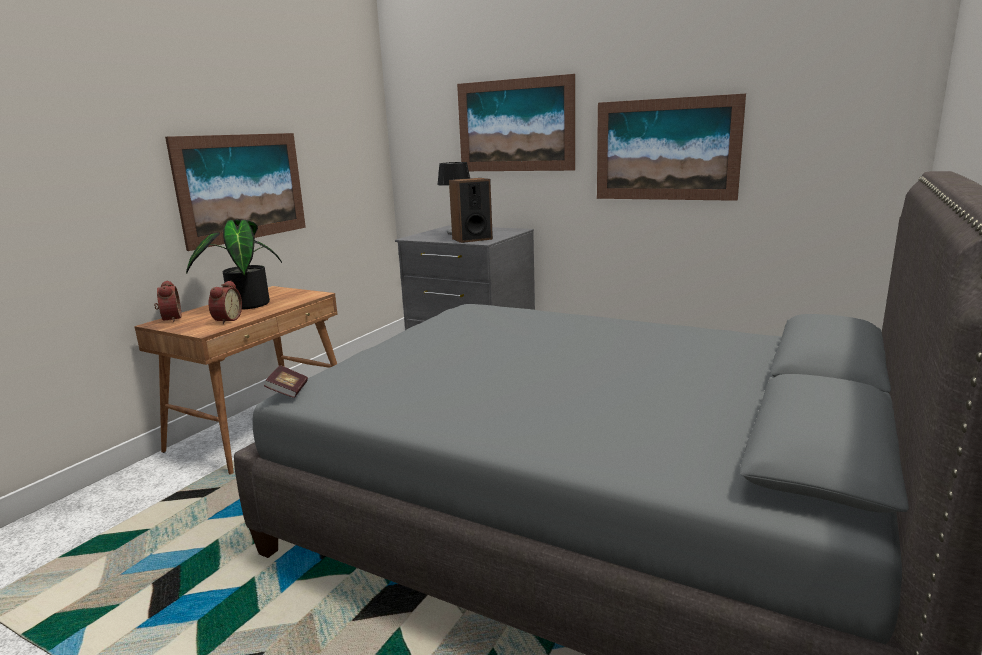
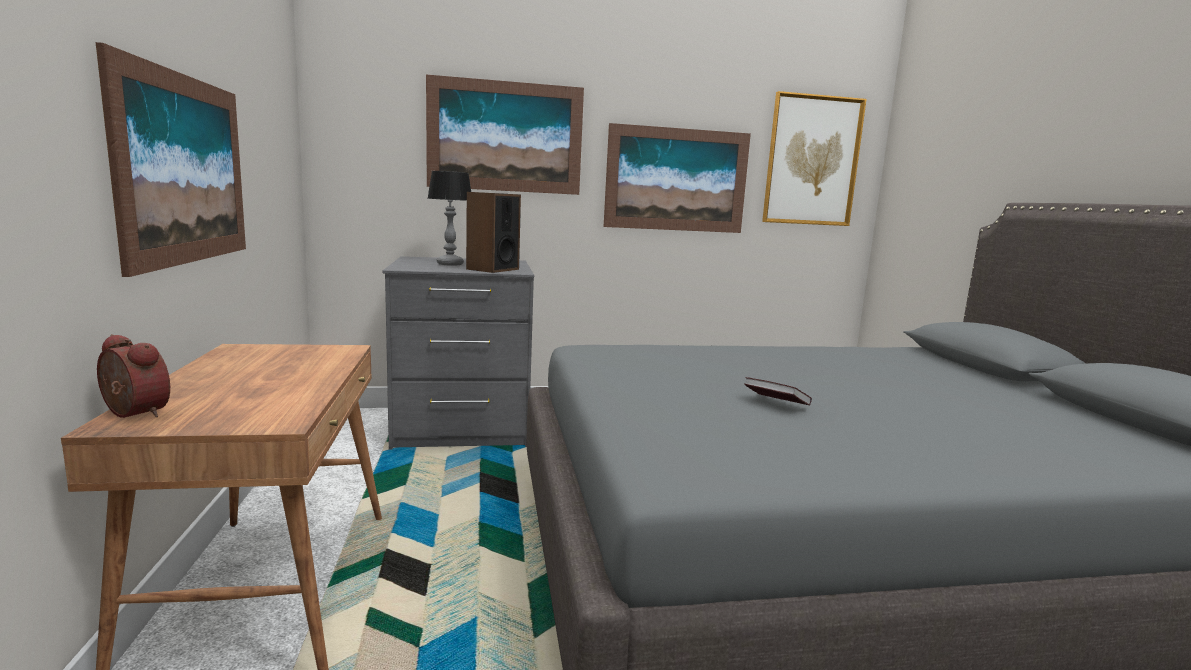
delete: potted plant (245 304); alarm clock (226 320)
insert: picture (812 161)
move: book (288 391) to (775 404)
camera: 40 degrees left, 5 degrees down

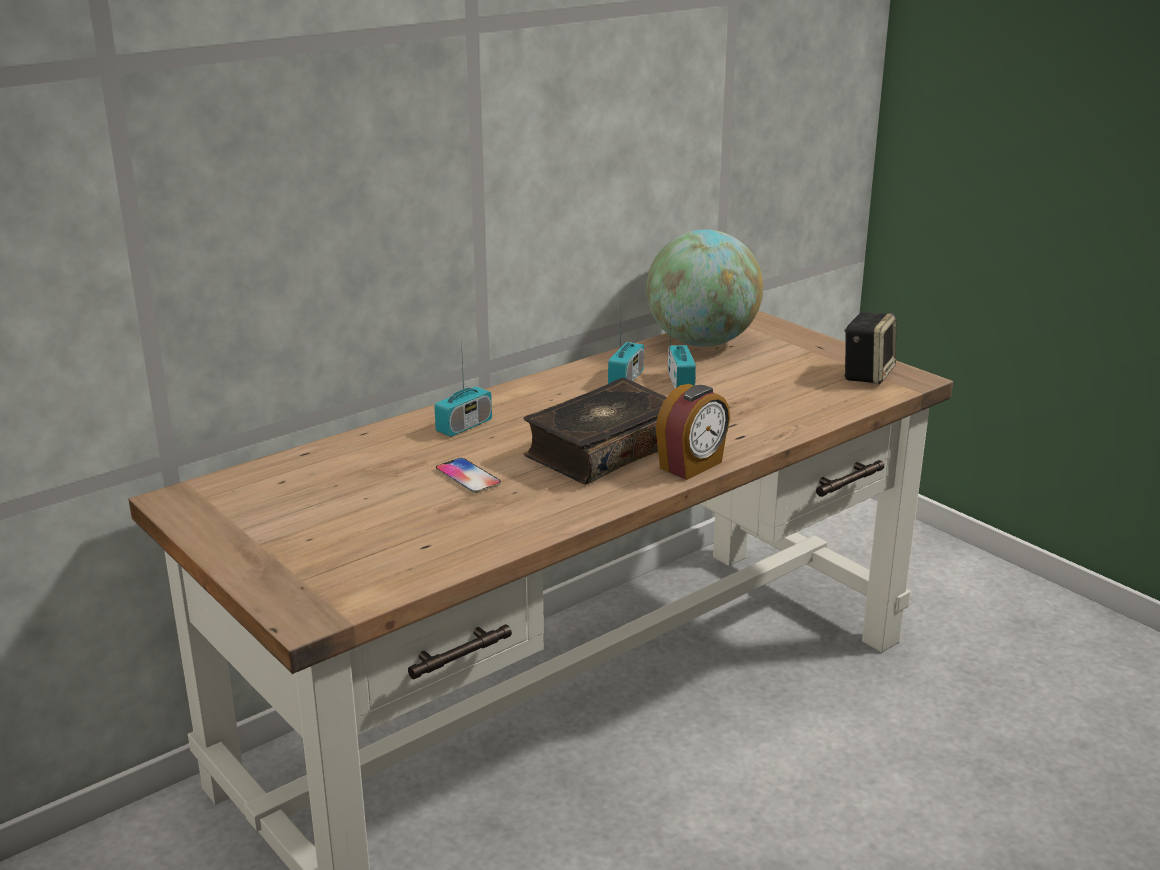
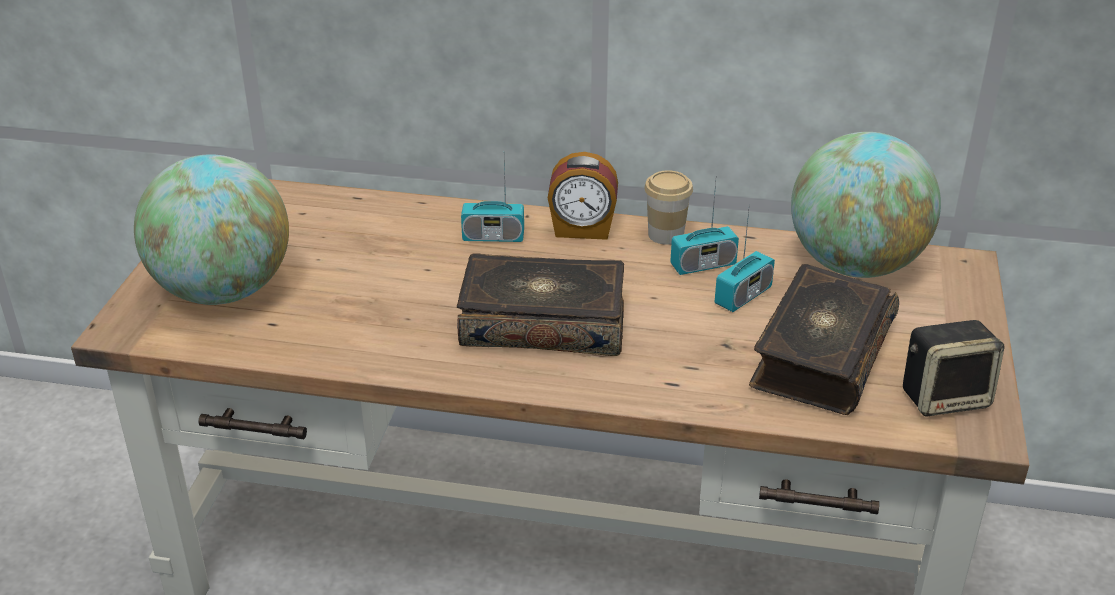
delete: phone (468 477)
insert: globe (223 291); cup (666 234); book (820 356)
move: alarm clock (692 466) to (582 230)
camera: 50 degrees right, 10 degrees up

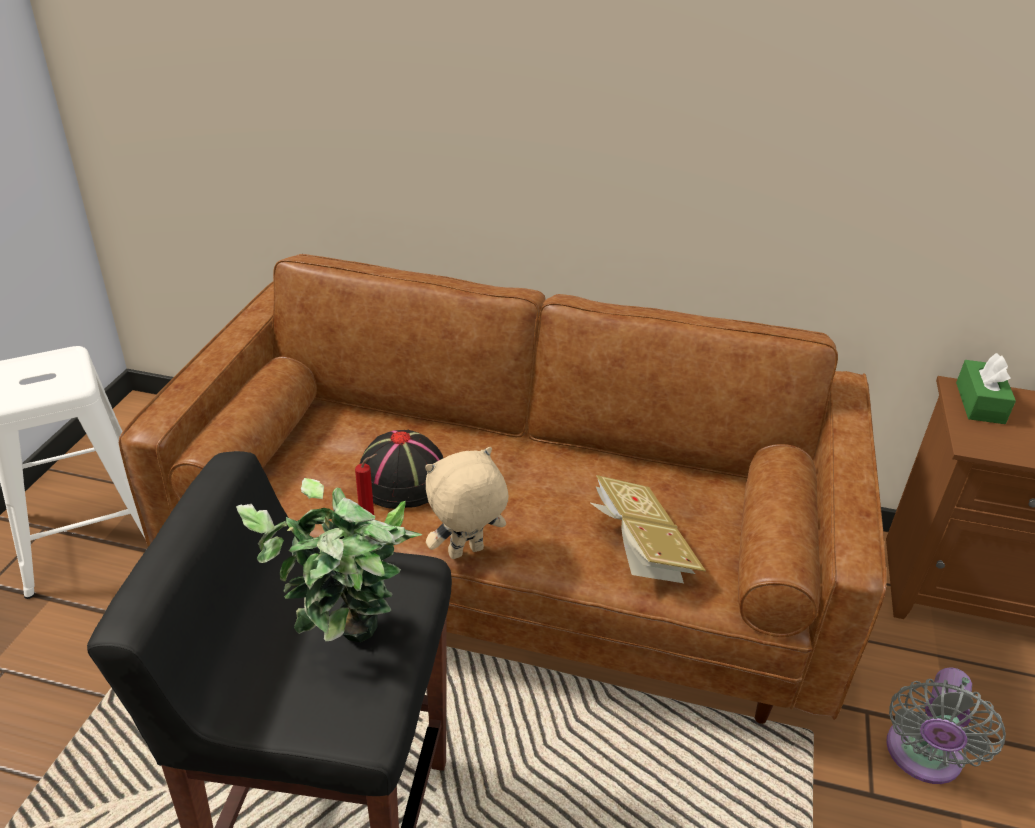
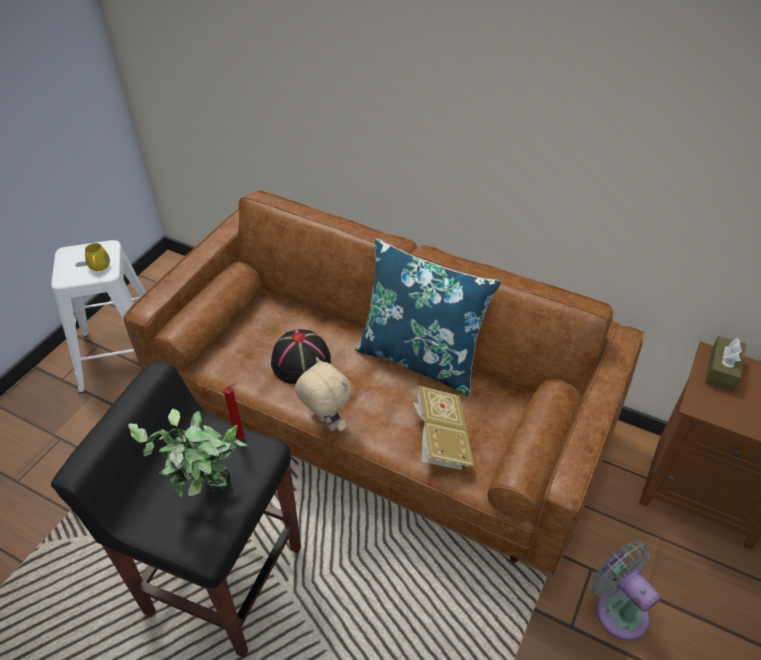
insert: yellow mug (99 267); blue pillow (420 358)
recolor: green tissue box (980 403) to brown tissue box (722 370)
rotate: beige plush toy (466 553) = (325 423) 60 degrees clockwise; grey fan (922 758) = (617 609) 105 degrees clockwise
camera: 15 degrees right, 10 degrees up

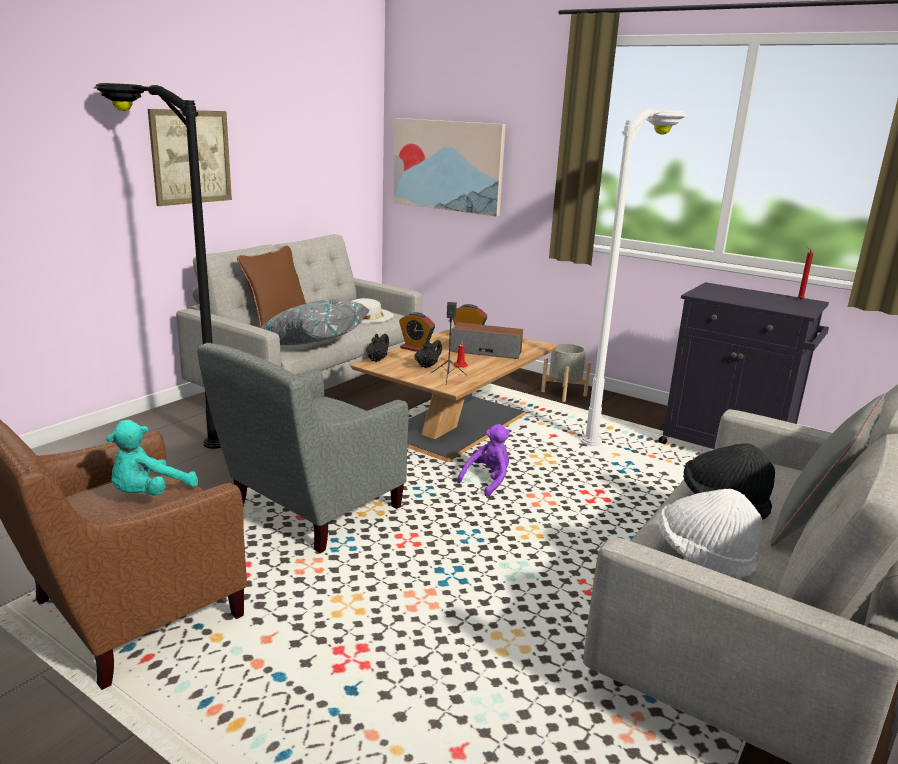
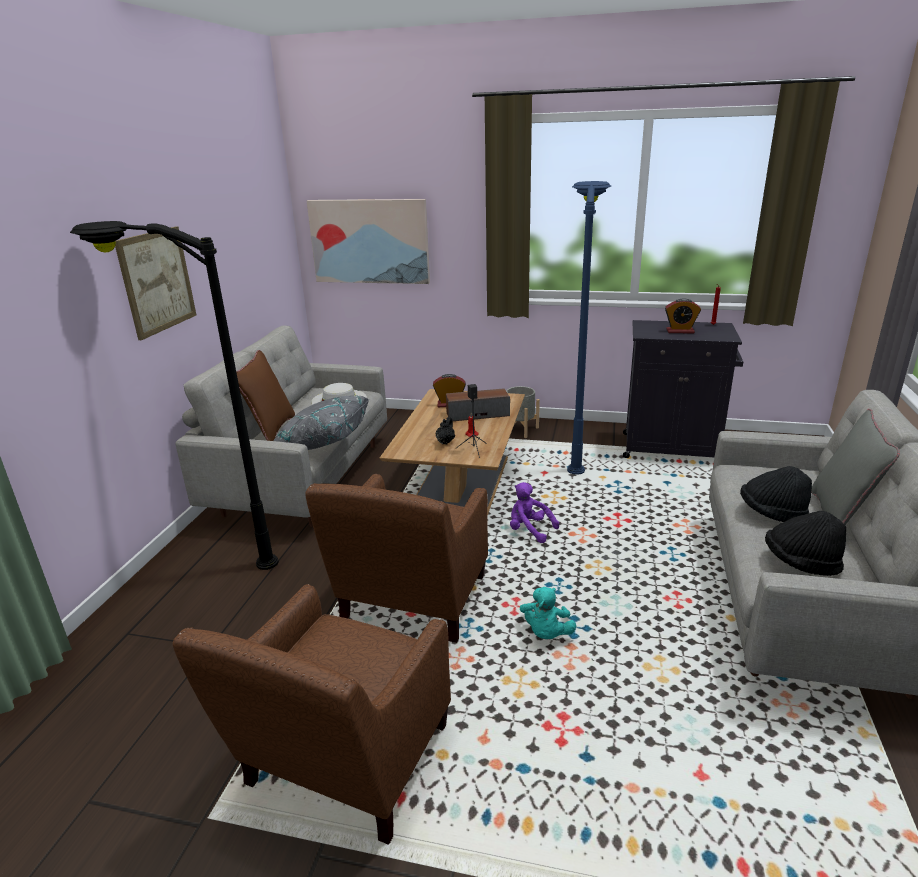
delete: black teapot (377 360)
move: turquoise plush toy (149 494) to (546 633); alarm clock (416 348) to (680 331)
recolor: grey armchair (308 510) to brown armchair (410 604); white floor lamp (614 421) to blue floor lamp (577 446); white hat (703 556) to black hat (801 563)
rotate: purple plush toy (487 481) = (529 530) 75 degrees counterclockwise
camera: 20 degrees left, 5 degrees up

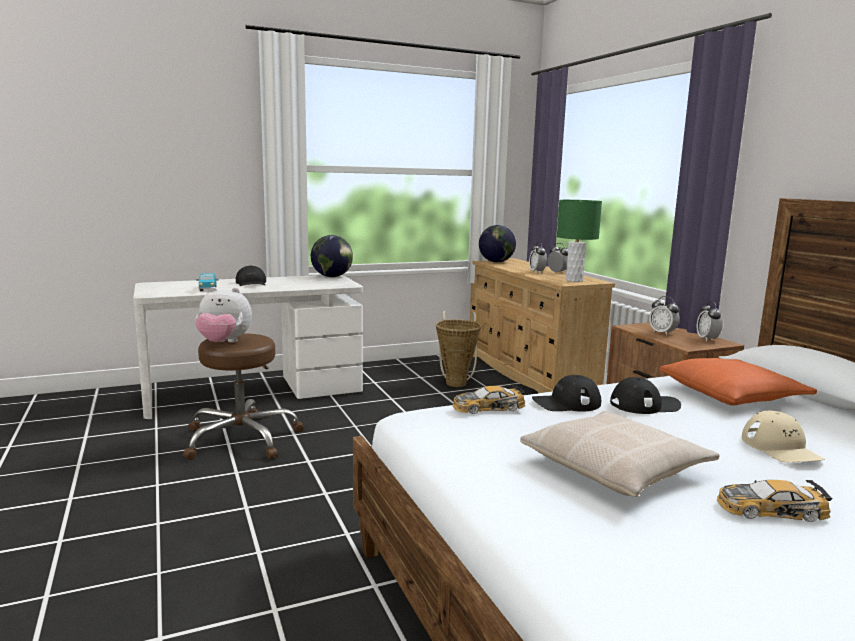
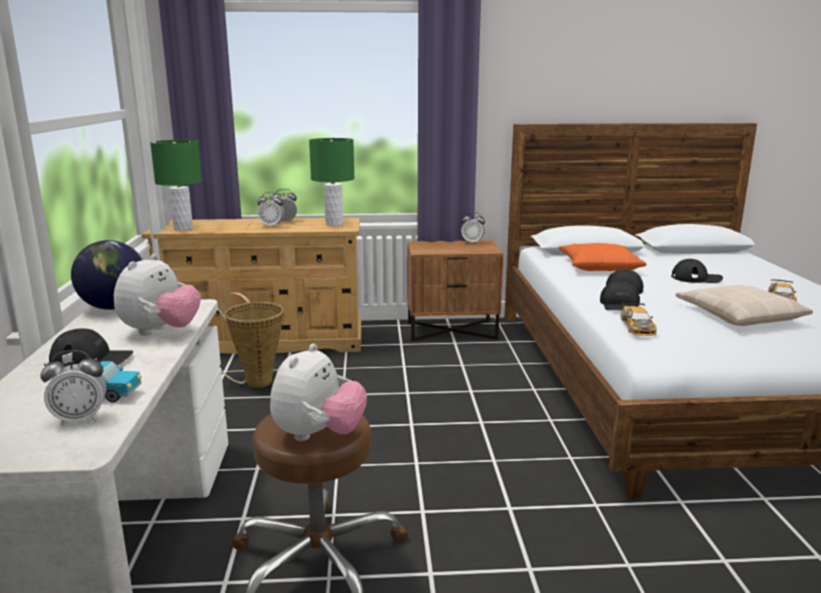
insert: plush toy (161 331)
move: alarm clock (662 333) to (80 419)
replace: globe (496 262) to green table lamp (183 228)
recolor: beige cap (780 448) to black cap (696 278)
camera: 70 degrees left, 5 degrees up

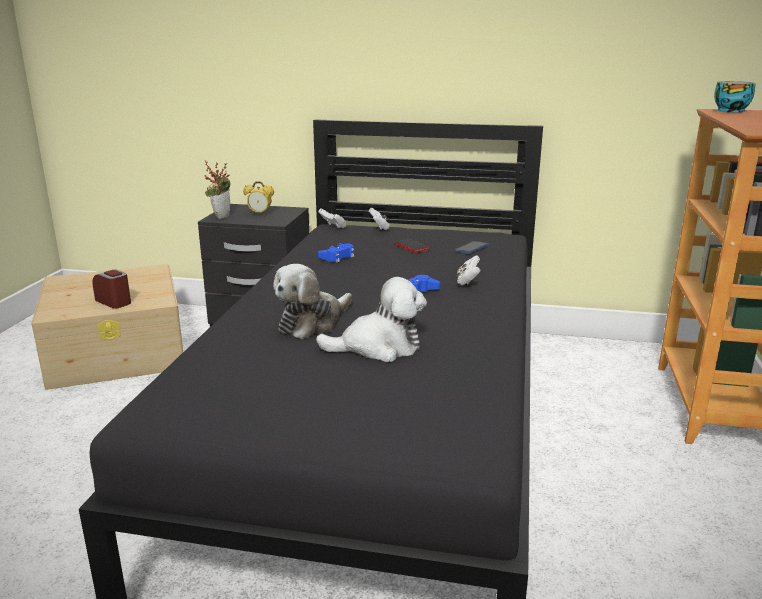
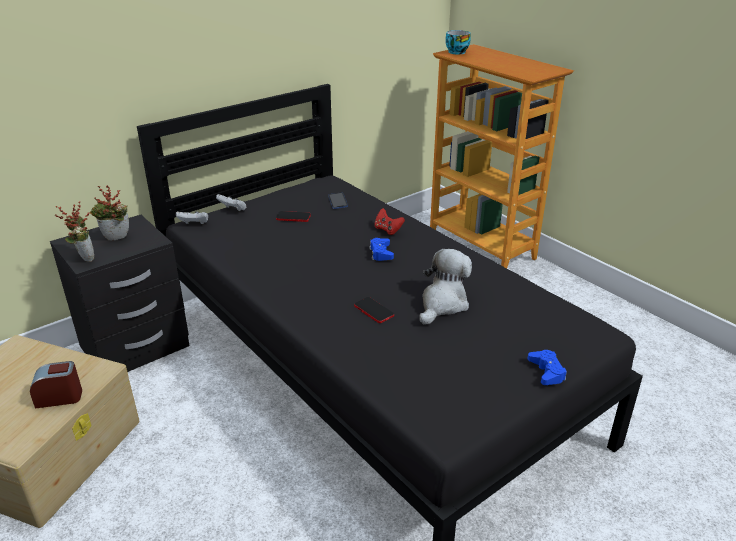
move: blue game controller (337 257) to (546 371)
replace: alarm clock (260 214) to potted plant (116 239); plush toy (312 323) to phone (373 311)
recolor: white game controller (467 281) to red game controller (388 230)
camera: 50 degrees left, 10 degrees up

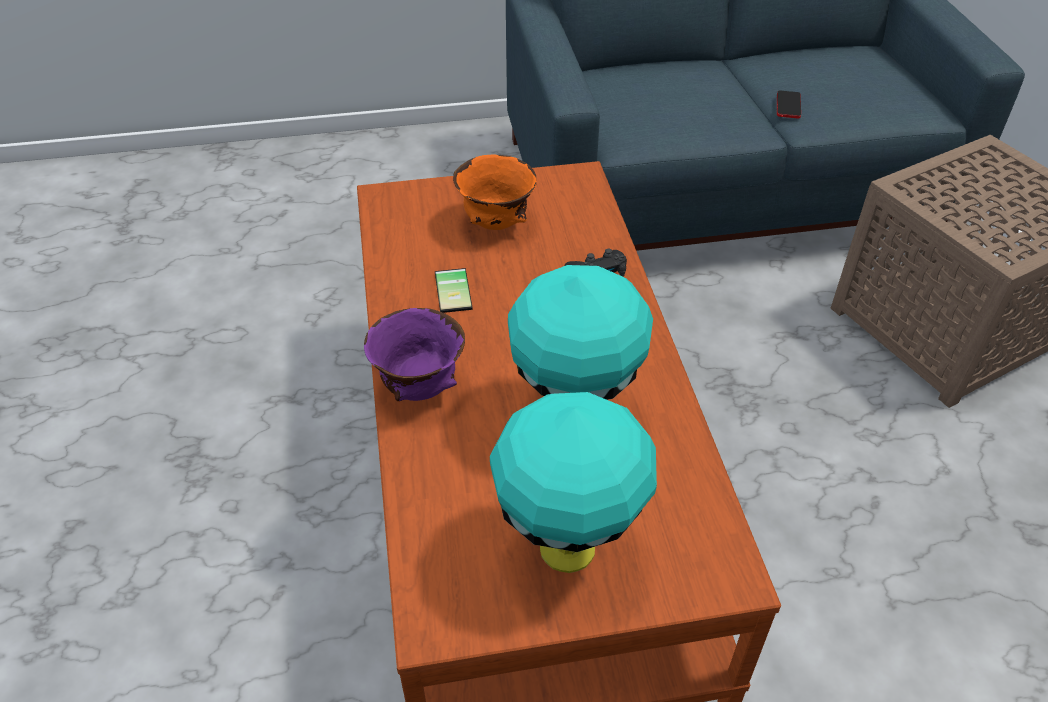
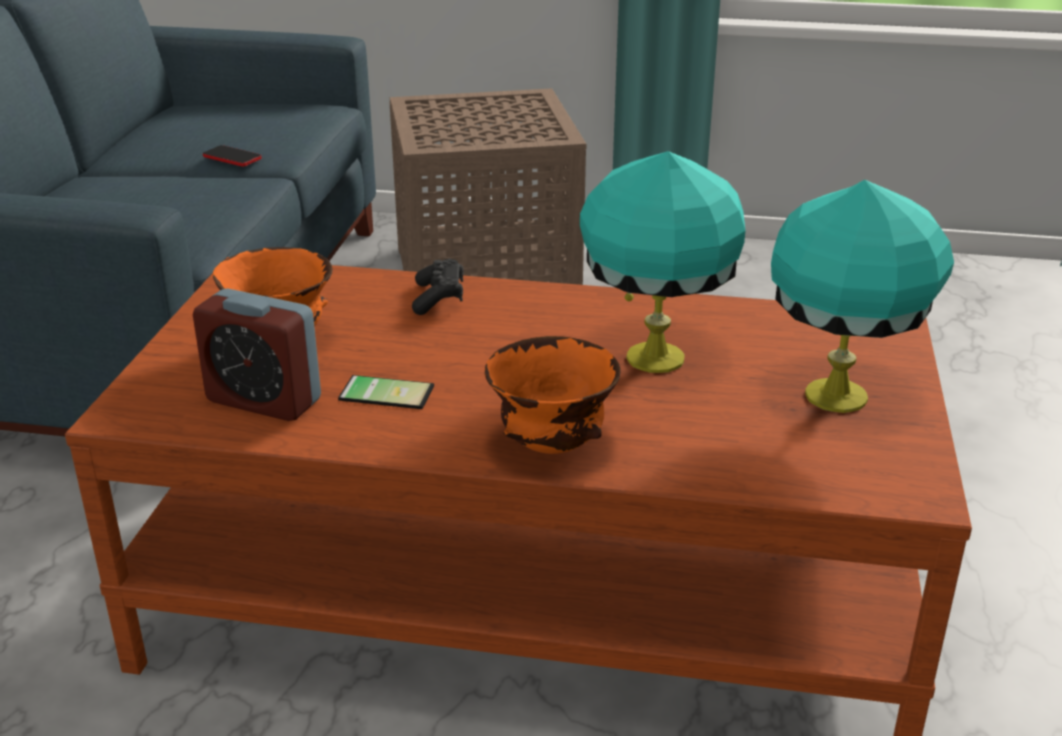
insert: alarm clock (264 400)
recolor: purple bowl (420 387) to orange bowl (550 445)
camera: 70 degrees left, 15 degrees down

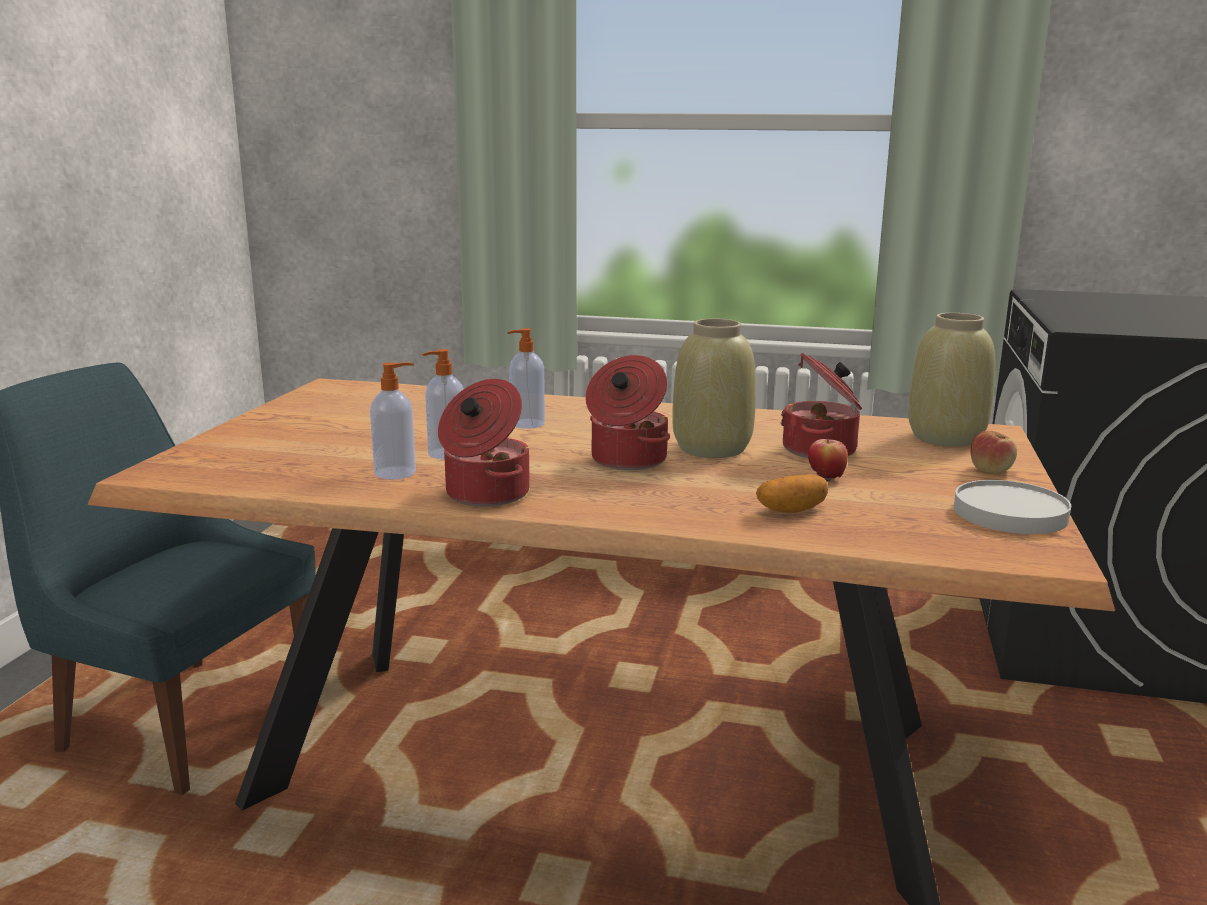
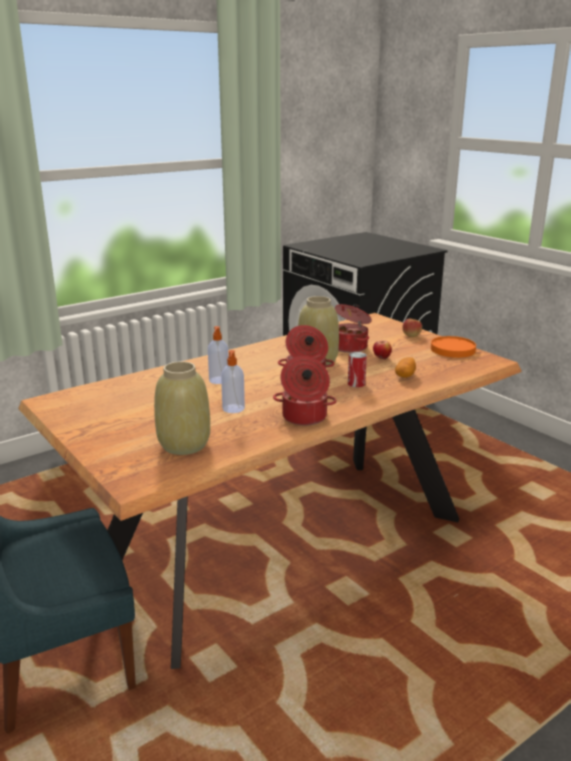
delete: soap dispenser (396 473)
insert: can (356 383)
move: beige vase (946 438) to (185 445)
recolor: white plate (1009 513) to orange plate (452 349)
camera: 50 degrees left, 5 degrees up

